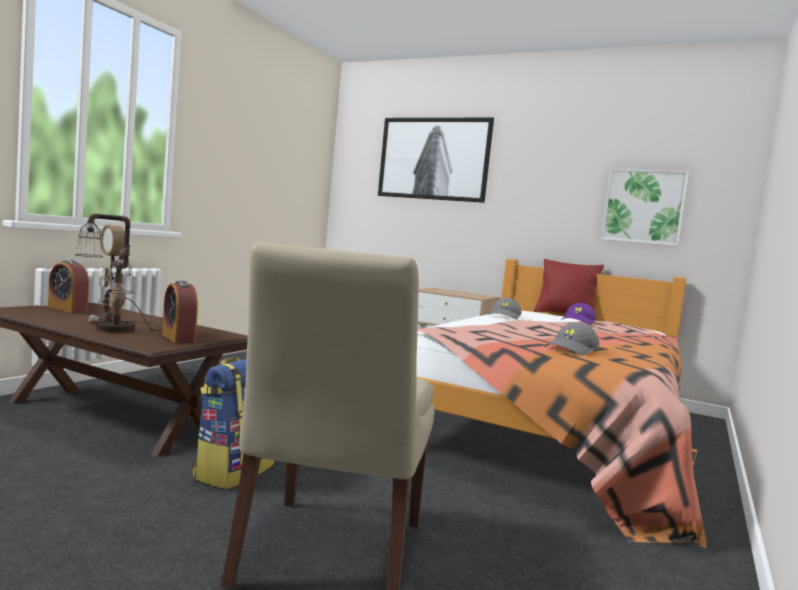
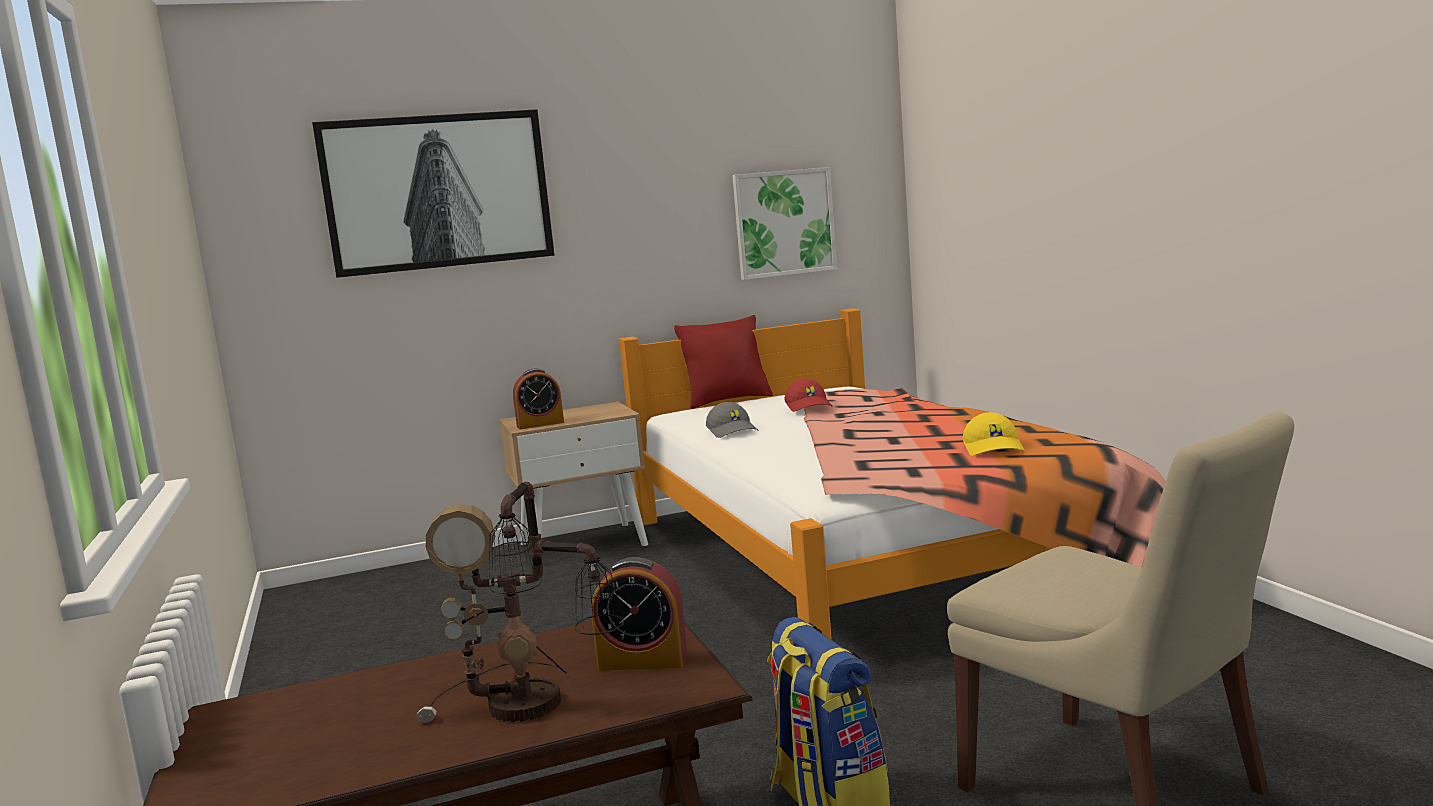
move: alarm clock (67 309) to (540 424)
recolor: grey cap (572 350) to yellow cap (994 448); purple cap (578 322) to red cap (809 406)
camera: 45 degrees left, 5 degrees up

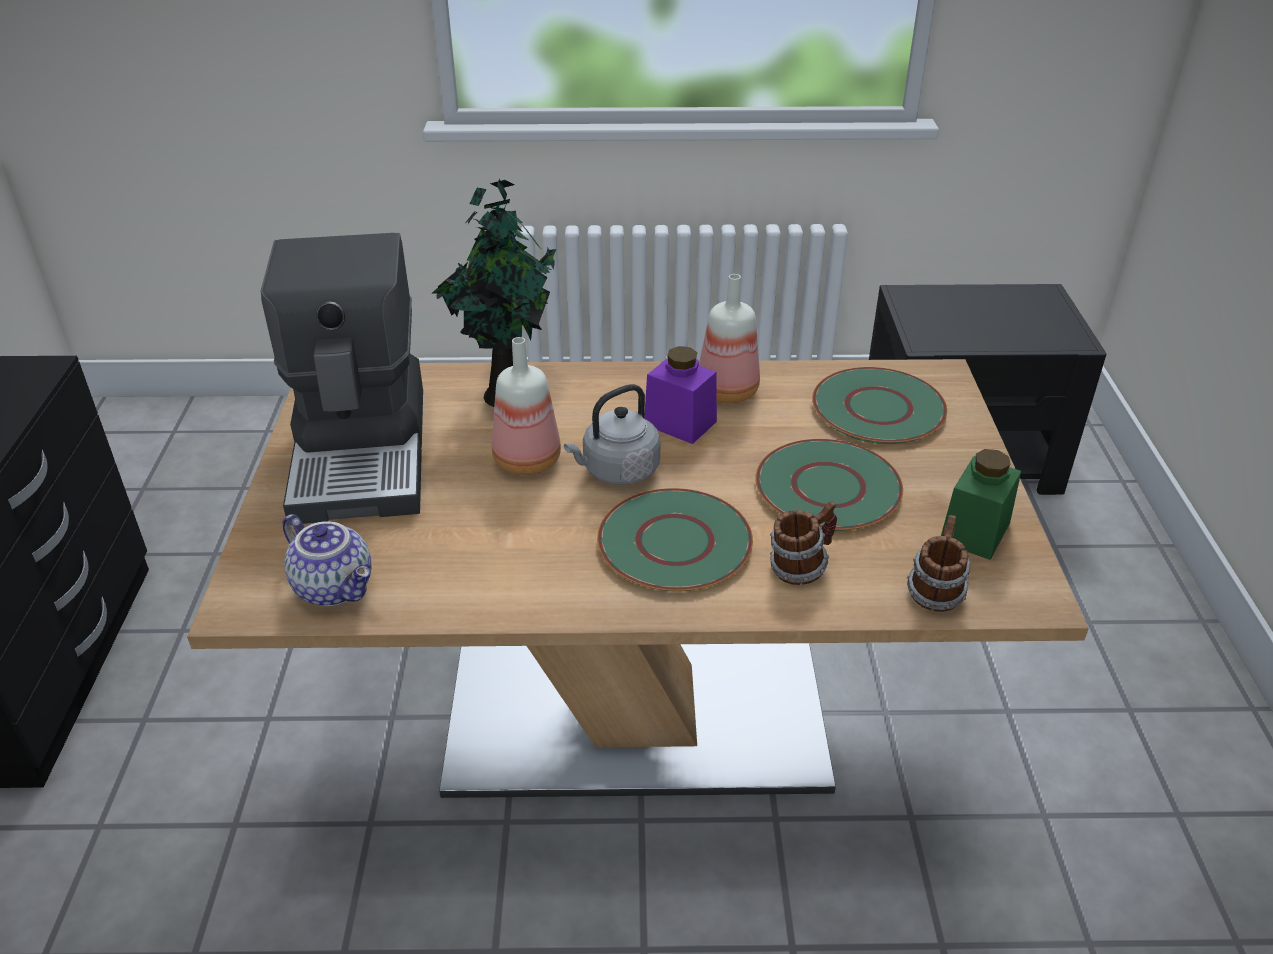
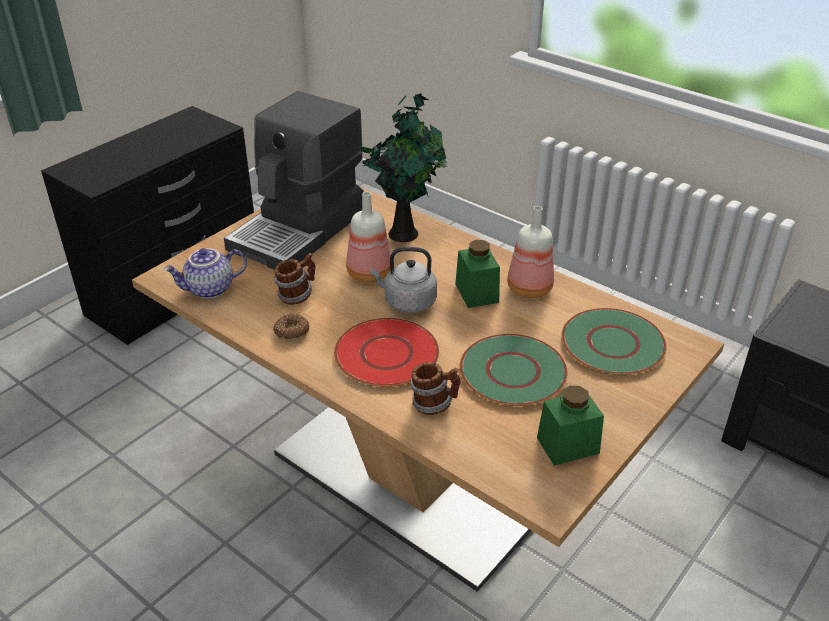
insert: donut (292 332)
move: mug (934 592) to (297 295)
recolor: green plate (675 542) to red plate (387 354); purple jar (680 423) to green jar (477 293)
rotate: teapot (336 587) = (210 290) 75 degrees clockwise
camera: 40 degrees right, 0 degrees up

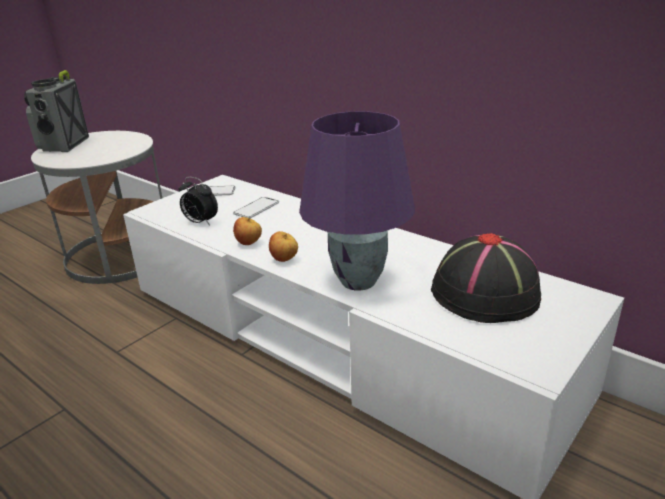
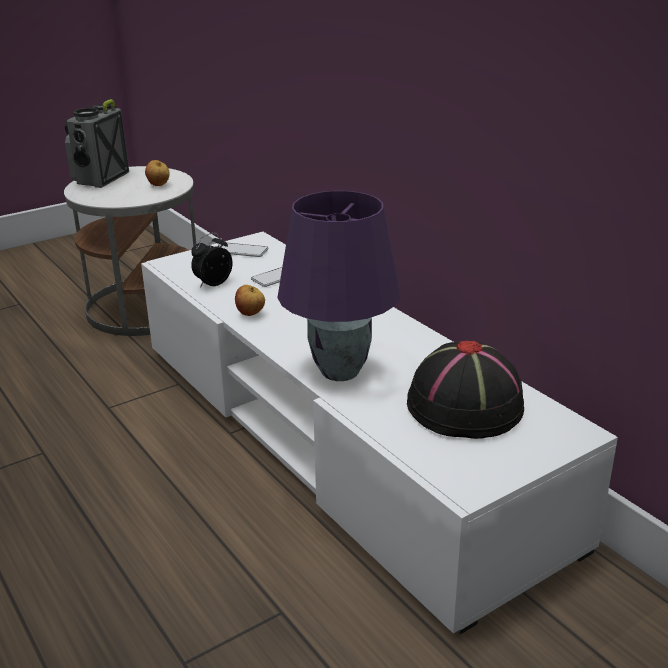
move: apple (284 260) to (159 185)
rotate: alarm clock (200 222) = (213 284) 90 degrees clockwise
camera: 15 degrees right, 0 degrees up

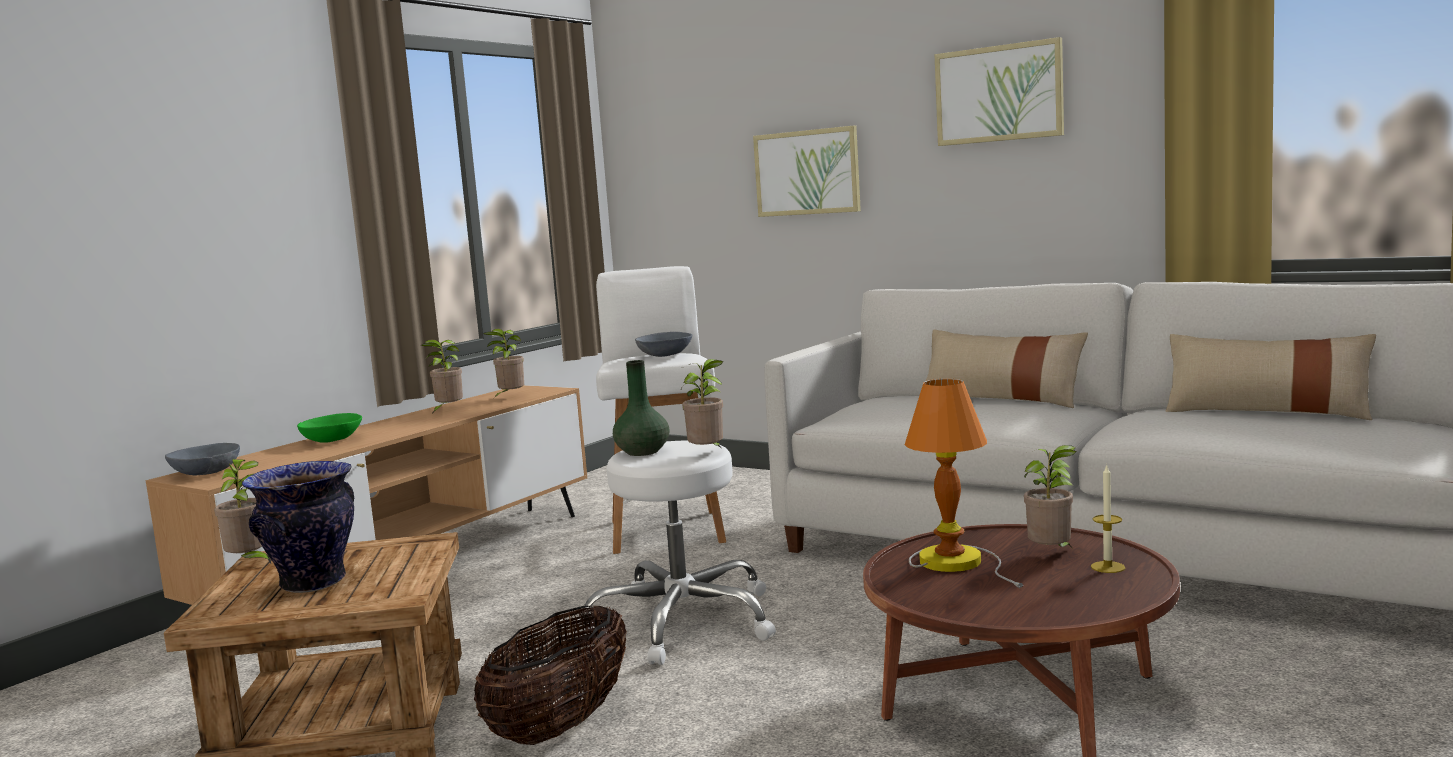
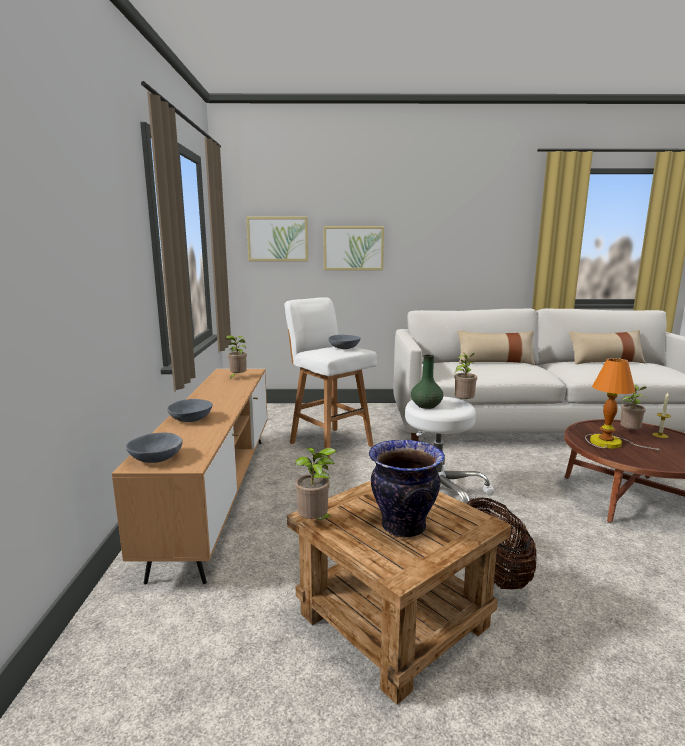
delete: potted plant (448 411)
move: picture (999 93) to (278 239)
recolor: green bowl (333 440) to grey bowl (191 419)
camera: 35 degrees left, 5 degrees up

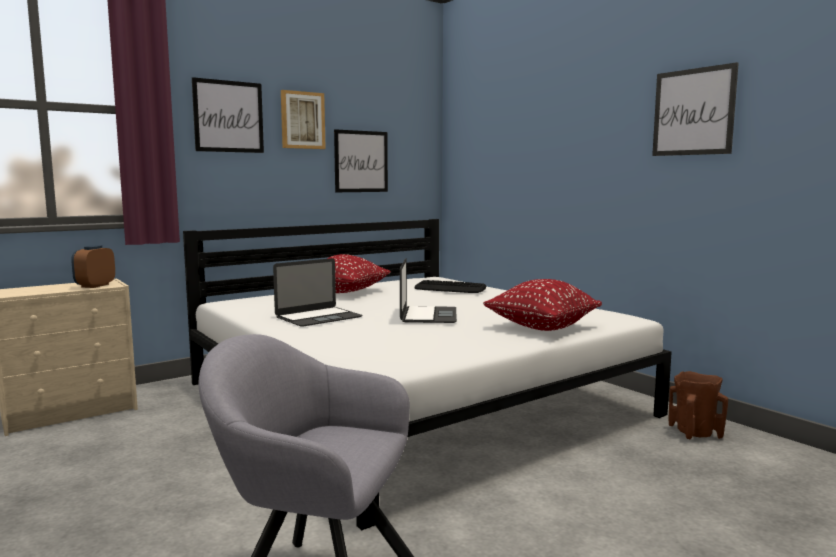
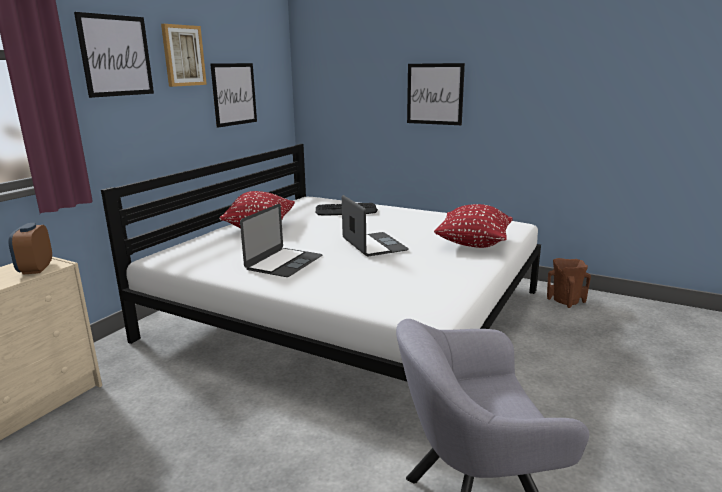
move: picture (693 112) to (435 94)
camera: 25 degrees left, 10 degrees up

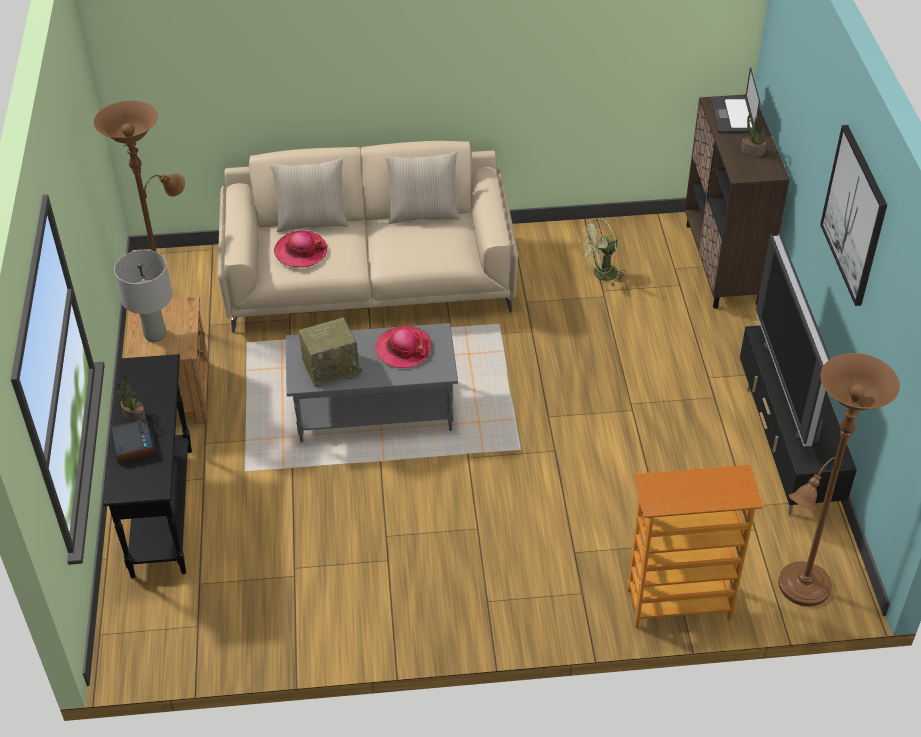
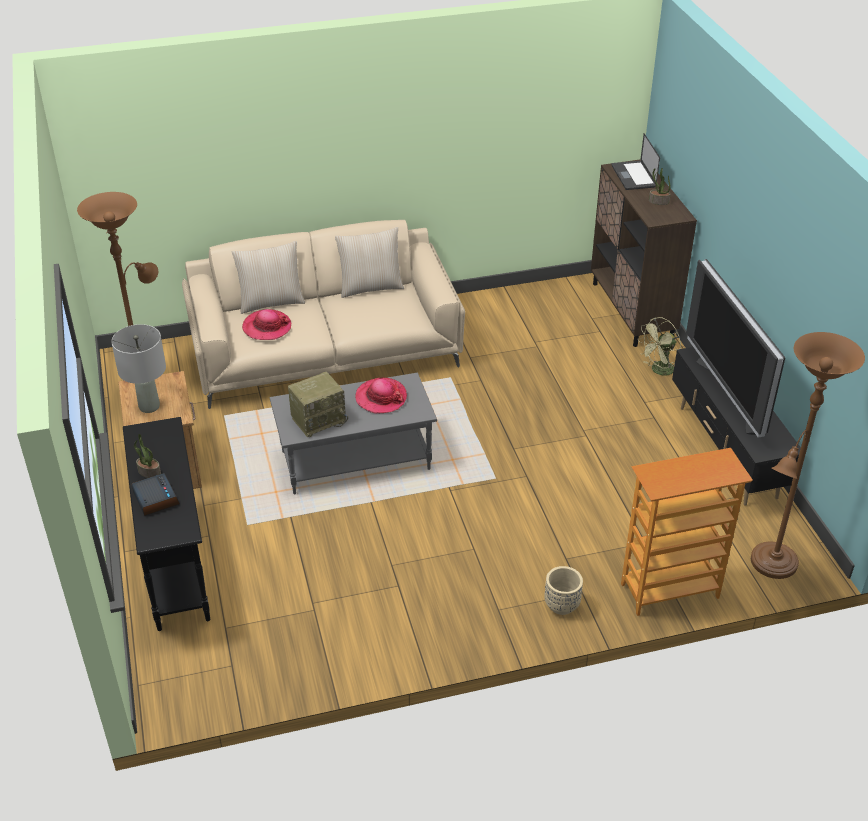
delete: picture (854 215)
insert: beige planter (561 605)
move: green fan (600 275) to (659 371)
camera: 10 degrees left, 5 degrees down

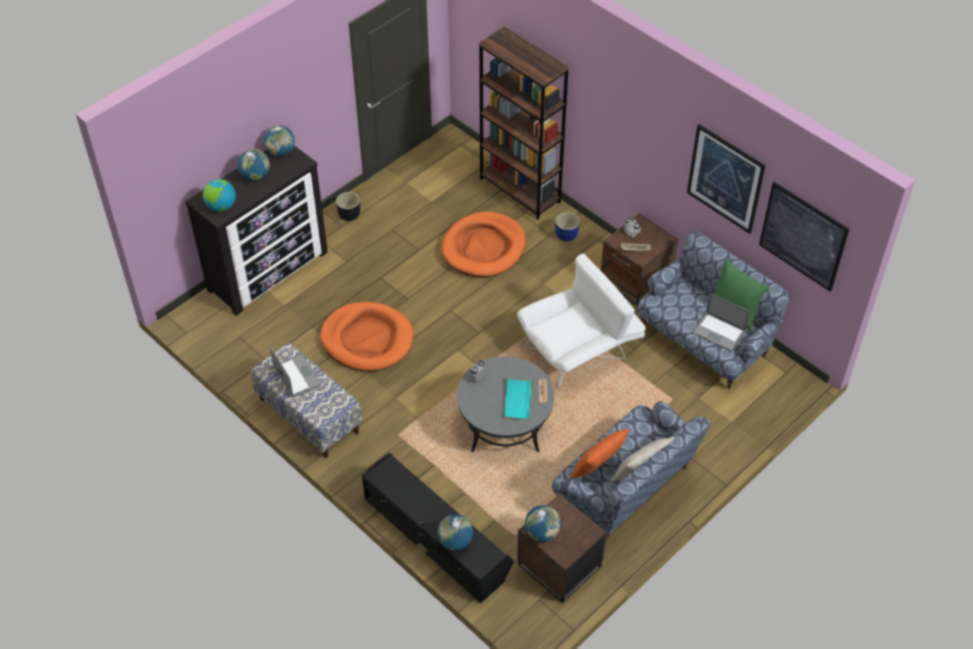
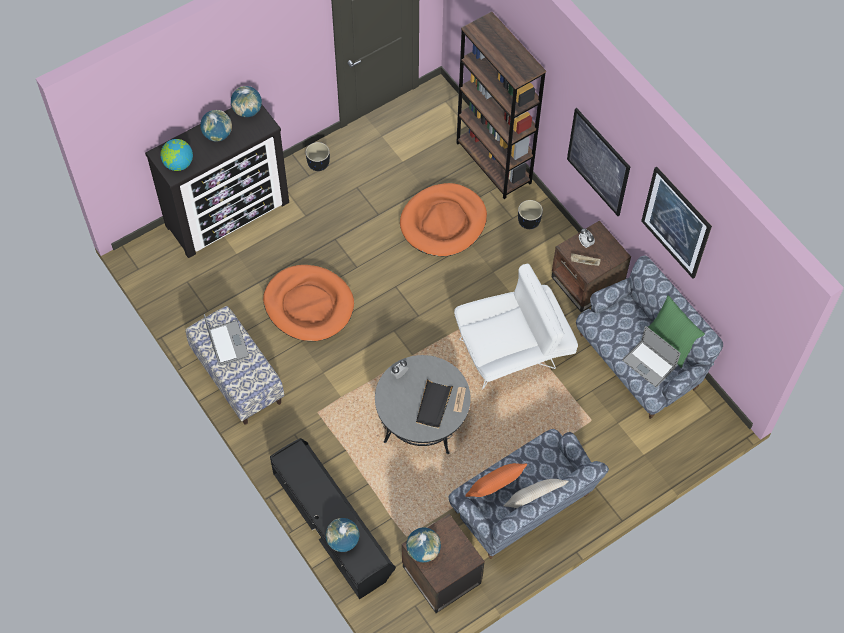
move: picture (803 236) to (598 162)
recolor: turquoise tray (518 400) to black tray (433 405); blue planter (567 235) to black planter (529 221)
camera: 10 degrees right, 10 degrees up

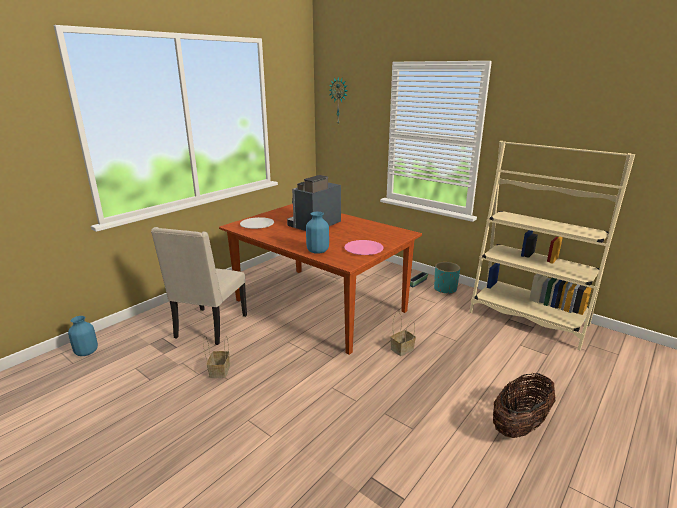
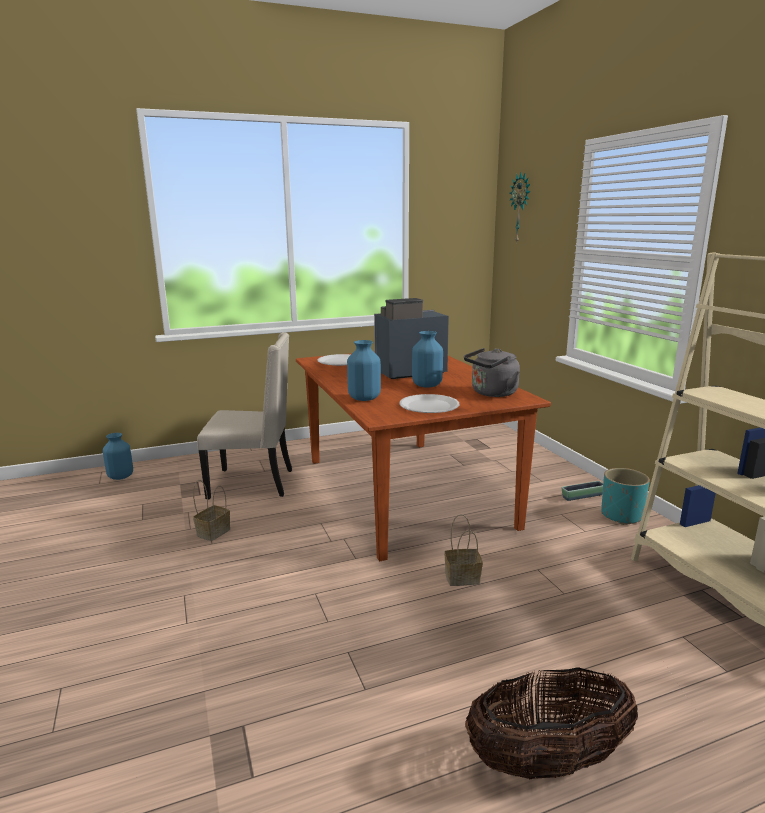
insert: blue vase (426 385); grey kettle (492 393)
recolor: pink plate (363 249) to white plate (429 406)
rotate: beige chair (210 327) = (254 483) 135 degrees counterclockwise
camera: 30 degrees right, 5 degrees down

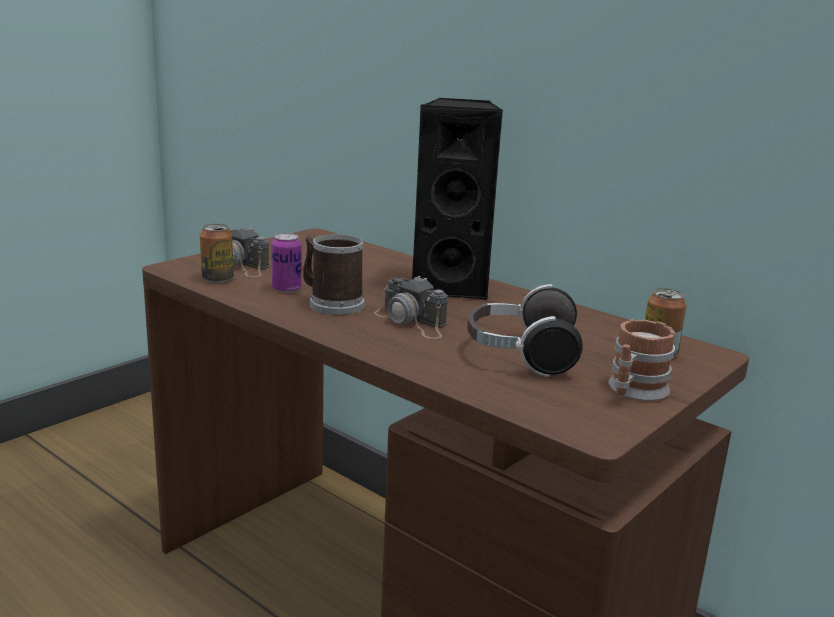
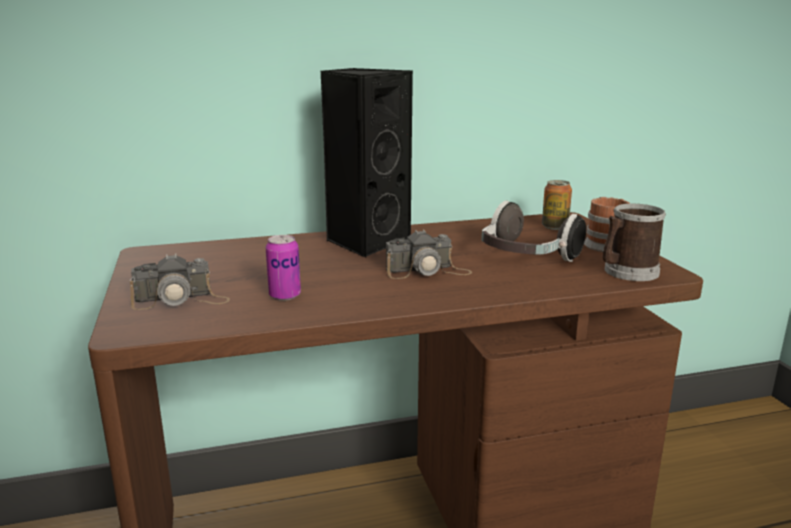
delete: can (217 279)
move: mug (331 303) to (626 272)
camera: 55 degrees left, 0 degrees up

